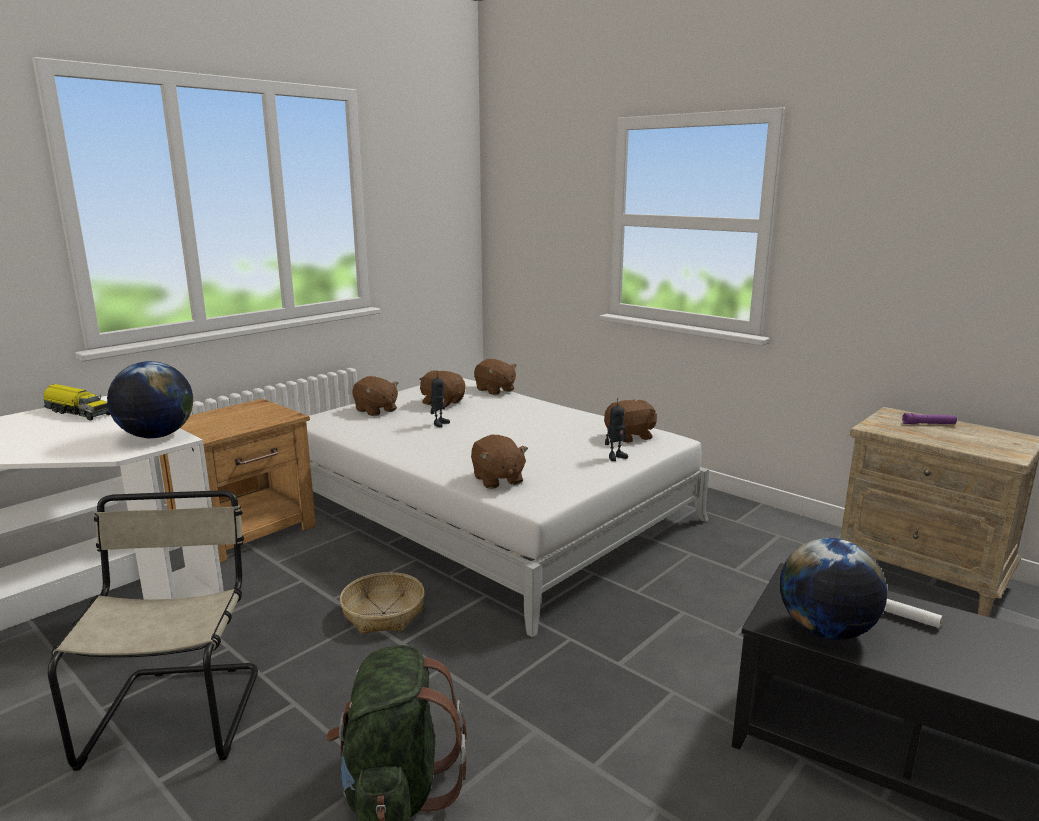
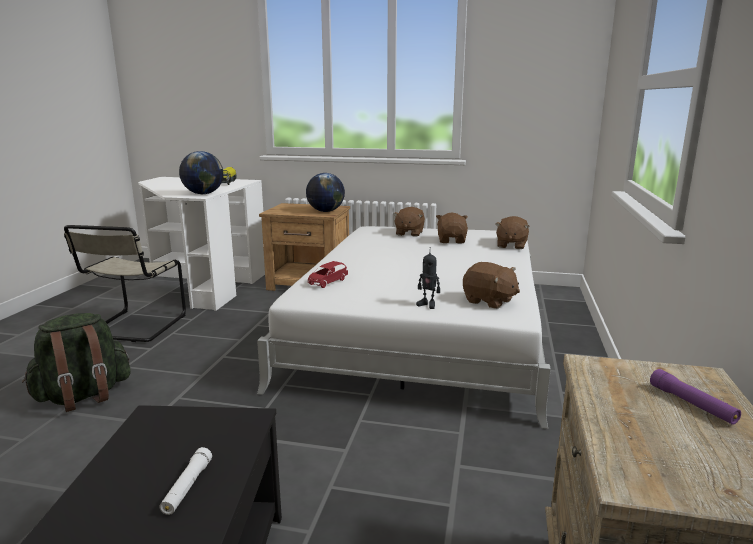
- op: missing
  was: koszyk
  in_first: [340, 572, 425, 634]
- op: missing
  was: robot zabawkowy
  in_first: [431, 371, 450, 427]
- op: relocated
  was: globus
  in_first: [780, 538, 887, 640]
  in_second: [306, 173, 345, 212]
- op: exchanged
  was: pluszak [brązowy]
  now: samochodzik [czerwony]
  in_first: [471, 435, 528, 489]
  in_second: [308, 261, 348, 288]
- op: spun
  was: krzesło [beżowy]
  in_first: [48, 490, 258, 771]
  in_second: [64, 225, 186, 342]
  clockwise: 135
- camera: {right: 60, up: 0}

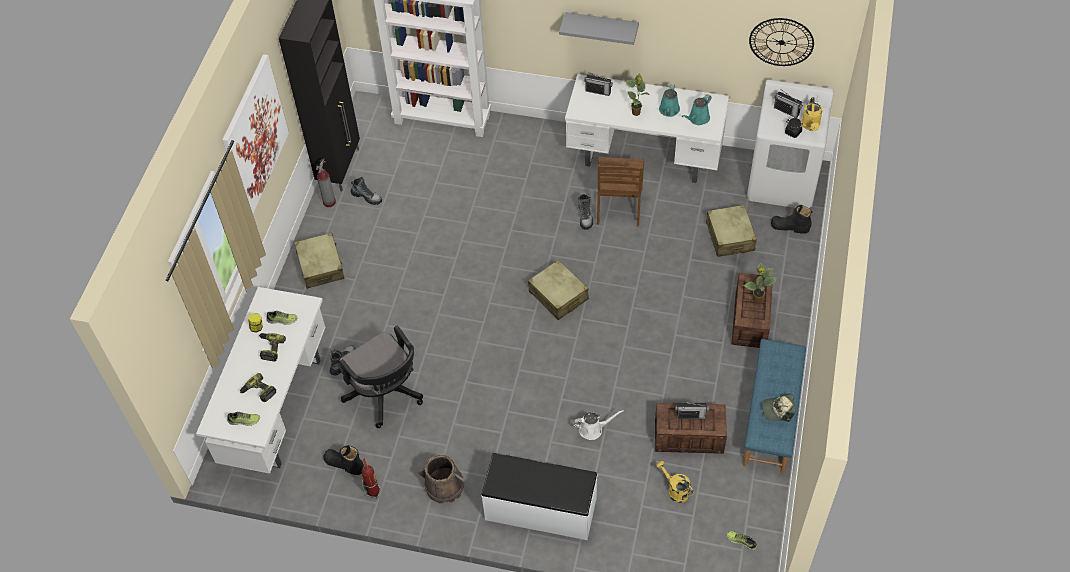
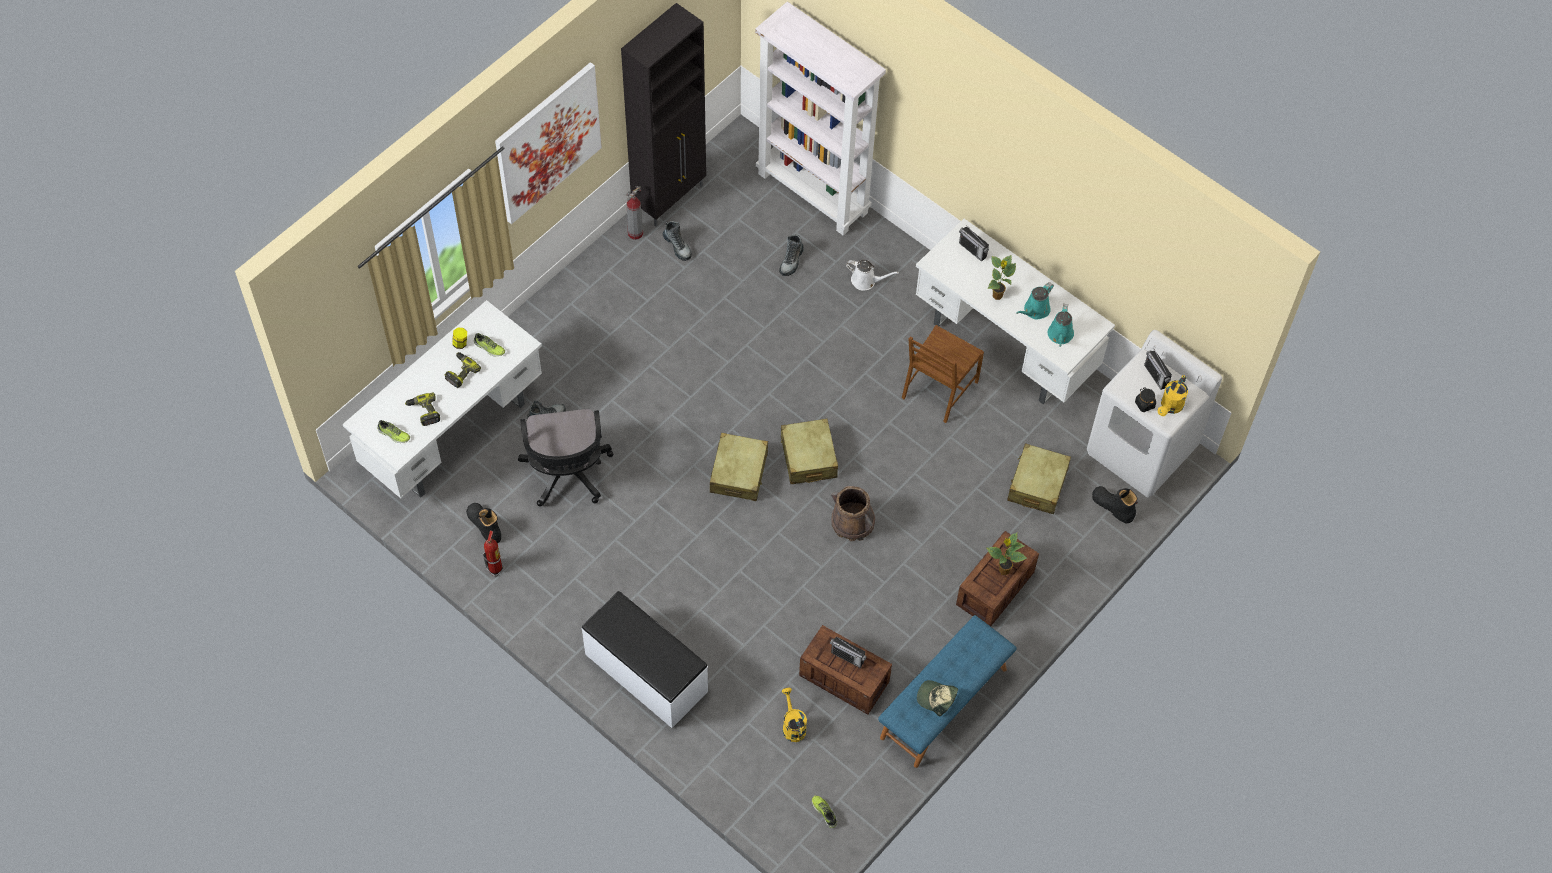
- op: missing
  was: półka [szary]
  in_first: [559, 12, 639, 45]
- op: missing
  was: zegar ścienny
  in_first: [749, 18, 814, 66]
- op: relocated
  was: walizka [beżowy]
  in_first: [294, 233, 345, 289]
  in_second: [710, 433, 768, 501]
- op: relocated
  was: wiadro [brązowy]
  in_first: [418, 455, 465, 503]
  in_second: [831, 486, 875, 541]
- op: relocated
  was: konewka [biały]
  in_first: [573, 410, 624, 440]
  in_second: [846, 260, 899, 291]
- op: relocated
  was: but z cholewką
  in_first: [578, 194, 593, 230]
  in_second: [779, 235, 804, 276]
- op: spun
  was: konewka [turkusowy]
  in_first: [682, 94, 712, 125]
  in_second: [1048, 304, 1074, 347]
  clockwise: -60
- camera: {right: 25, up: 5}

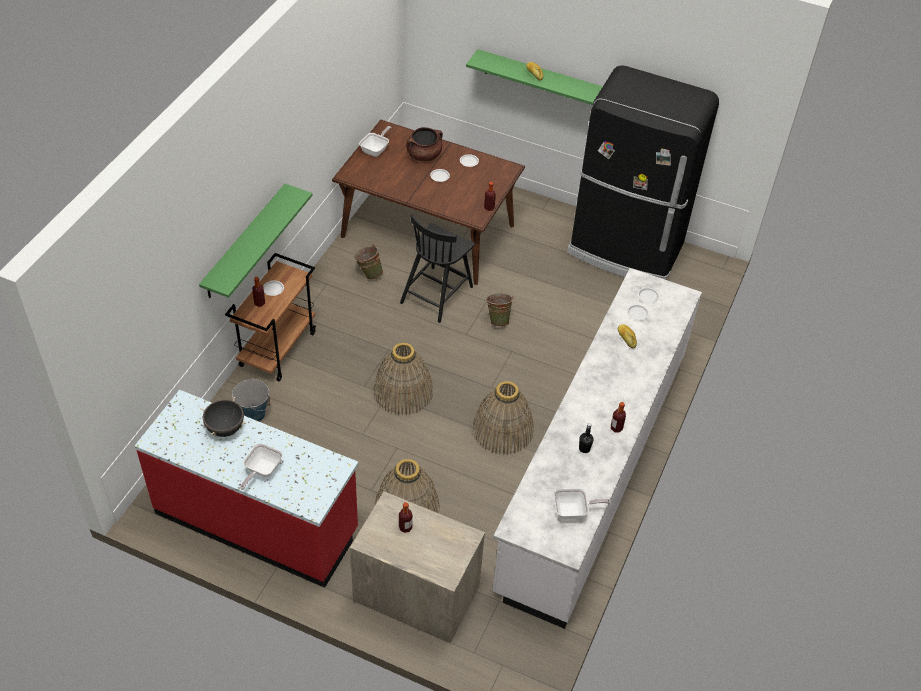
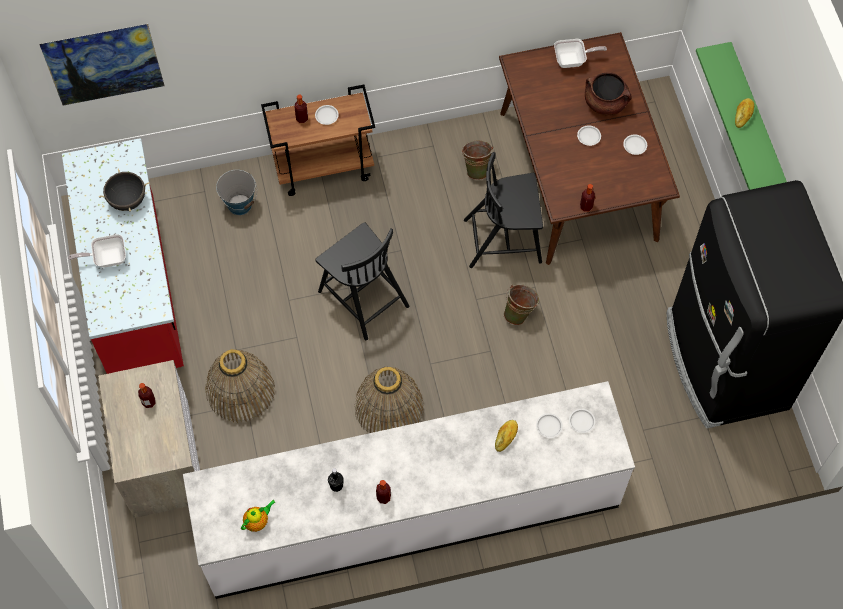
- op: missing
  was: półka [zielony]
  in_first: [199, 184, 312, 298]
- op: appeared
  now: obraz
  in_second: [39, 24, 165, 106]
- op: exchanged
  was: koszyk
  now: krzesło [czarny]
  in_first: [373, 343, 433, 415]
  in_second: [315, 222, 409, 340]
- op: exchanged
  was: patelnia
  now: imbryk
  in_first: [554, 488, 611, 519]
  in_second: [241, 500, 275, 532]
- camera: {right: 55, up: 15}

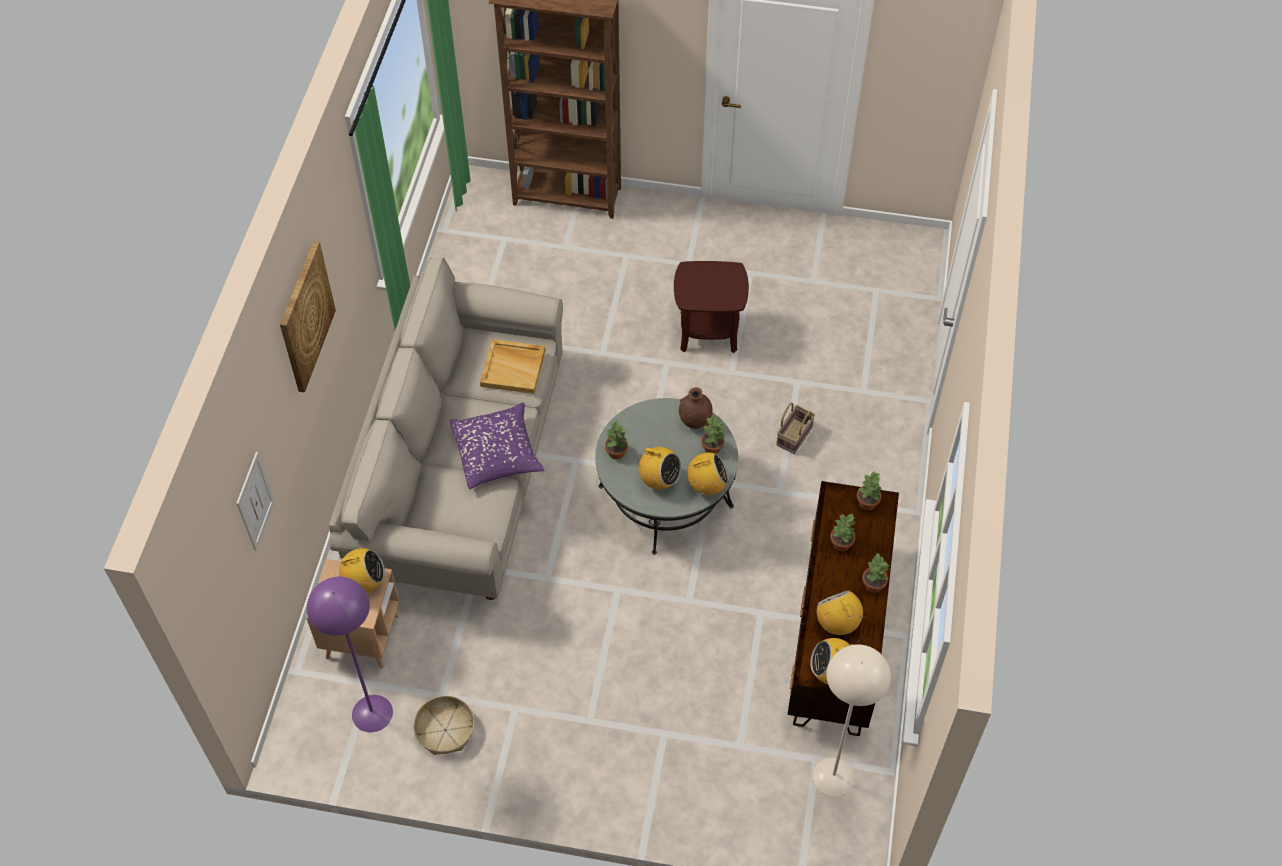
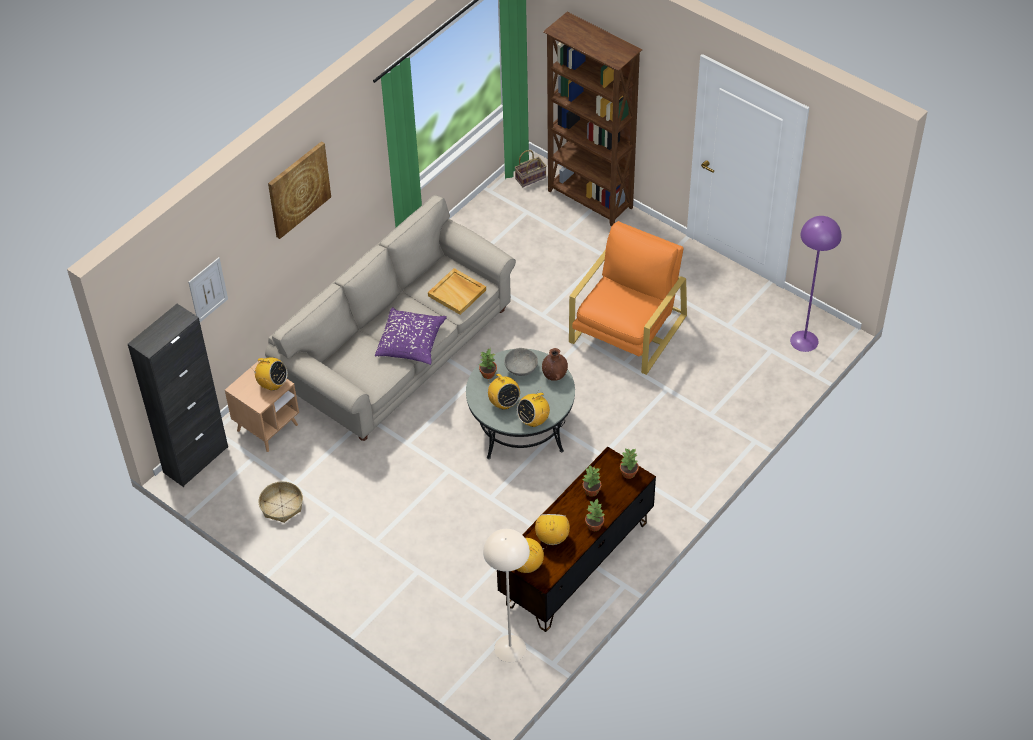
- op: missing
  was: roślina doniczkowa
  in_first: [701, 415, 726, 454]
- op: appeared
  now: szafka [czarny]
  in_second: [128, 304, 228, 487]
- op: appeared
  now: miska [szary]
  in_second: [504, 348, 538, 376]
- op: relocated
  was: lampa stojąca [fioletowy]
  in_first: [307, 577, 393, 732]
  in_second: [790, 216, 841, 352]
- op: relocated
  was: koszyk
  in_first: [776, 403, 815, 454]
  in_second: [515, 150, 546, 187]
- op: exchanged
  was: stolik [brązowy]
  now: fotel [pomarańczowy]
  in_first: [674, 261, 749, 353]
  in_second: [569, 221, 687, 375]
- op: spun
  was: radio
  in_first: [687, 452, 729, 495]
  in_second: [517, 389, 550, 427]
  clockwise: 120
- camera: {right: 30, up: -5}

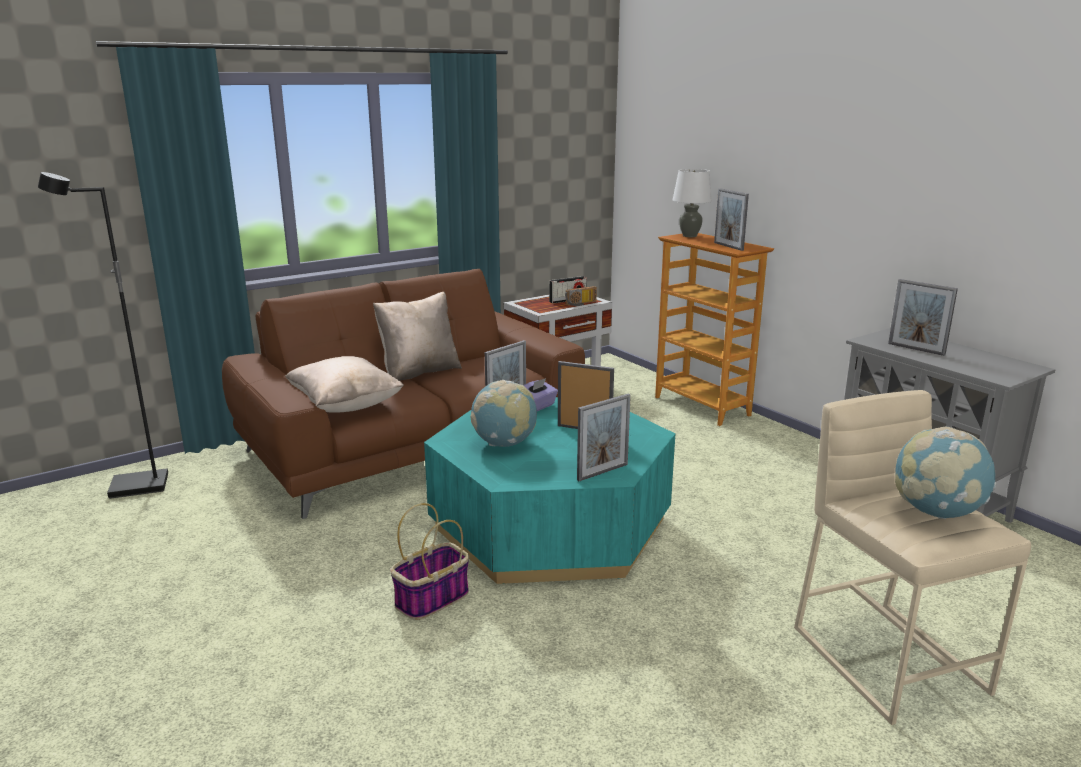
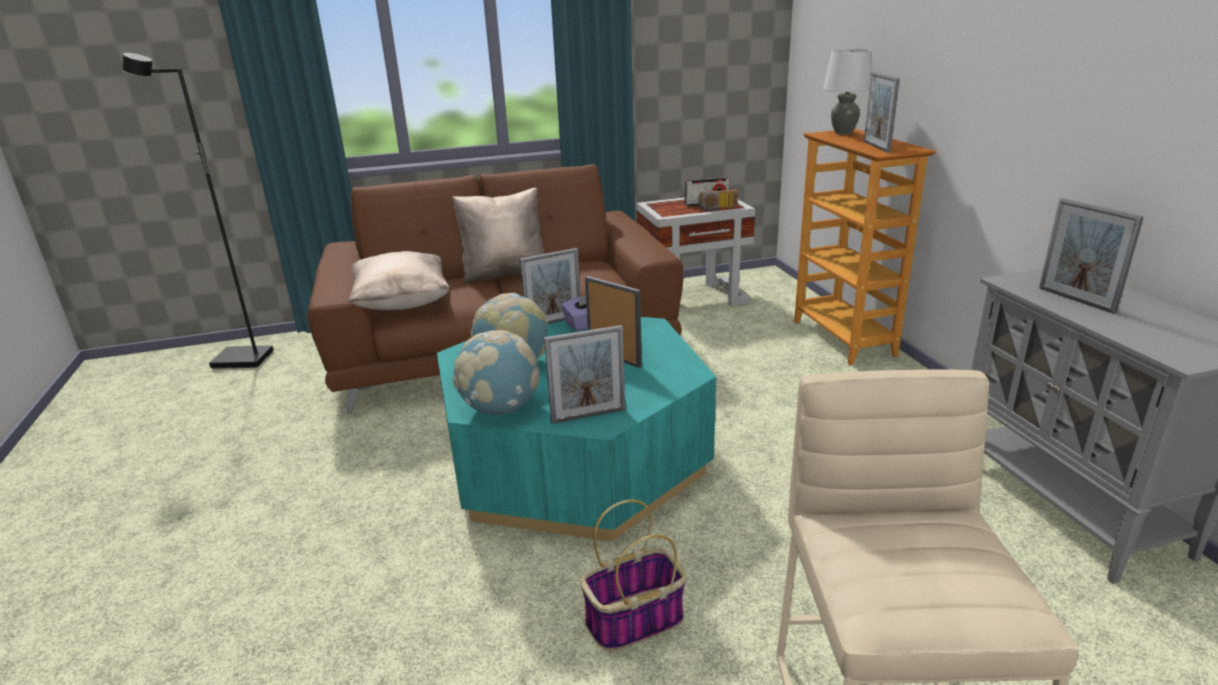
- op: relocated
  was: koszyk
  in_first: [390, 503, 469, 620]
  in_second: [580, 500, 687, 651]
- op: relocated
  was: globus
  in_first: [895, 427, 996, 519]
  in_second: [453, 330, 540, 416]
- camera: {right: 20, up: 5}

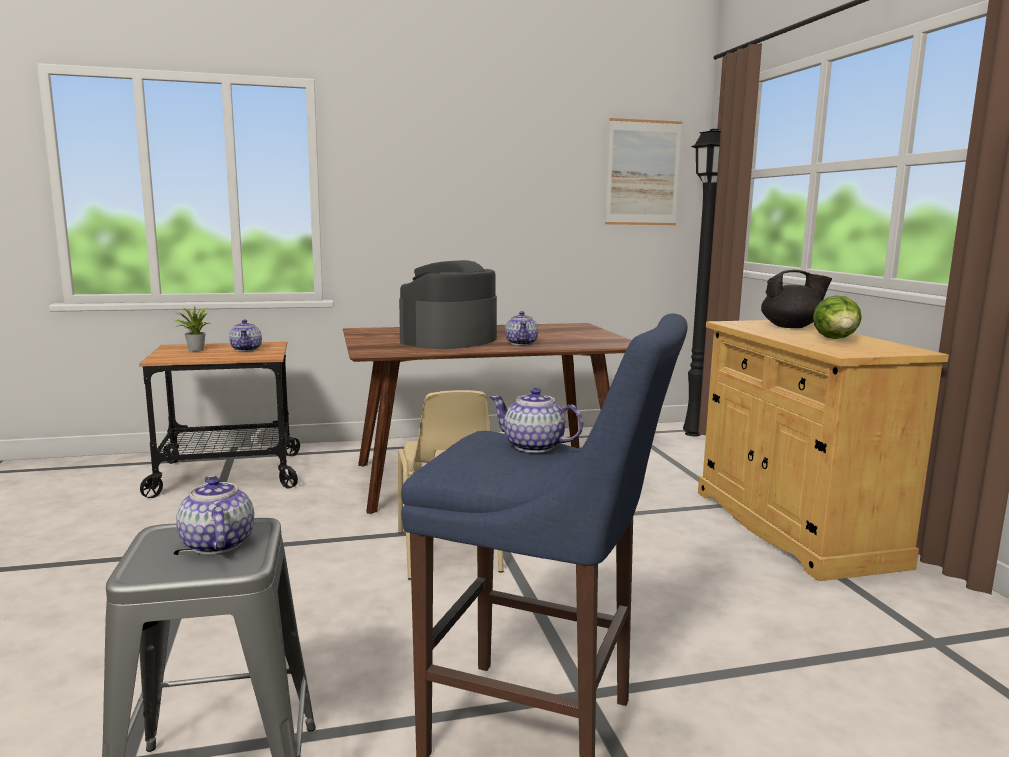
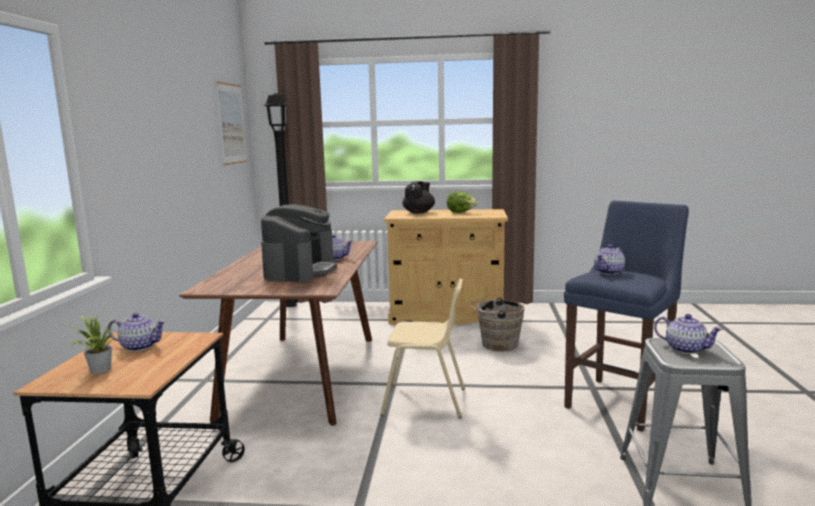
- op: appeared
  now: wiadro [brązowy]
  in_second: [471, 298, 525, 351]
- op: spun
  was: imbryk
  in_first: [176, 475, 254, 554]
  in_second: [654, 314, 723, 354]
  clockwise: -135
- op: spun
  was: ekspres do kawy
  in_first: [399, 260, 497, 349]
  in_second: [261, 204, 337, 282]
  clockwise: -135
- camera: {right: -70, up: 0}

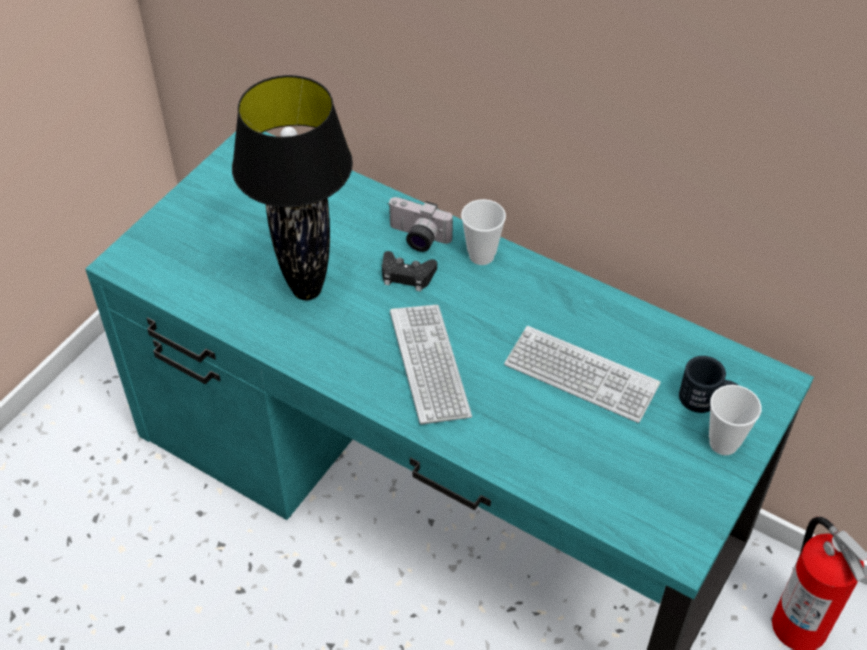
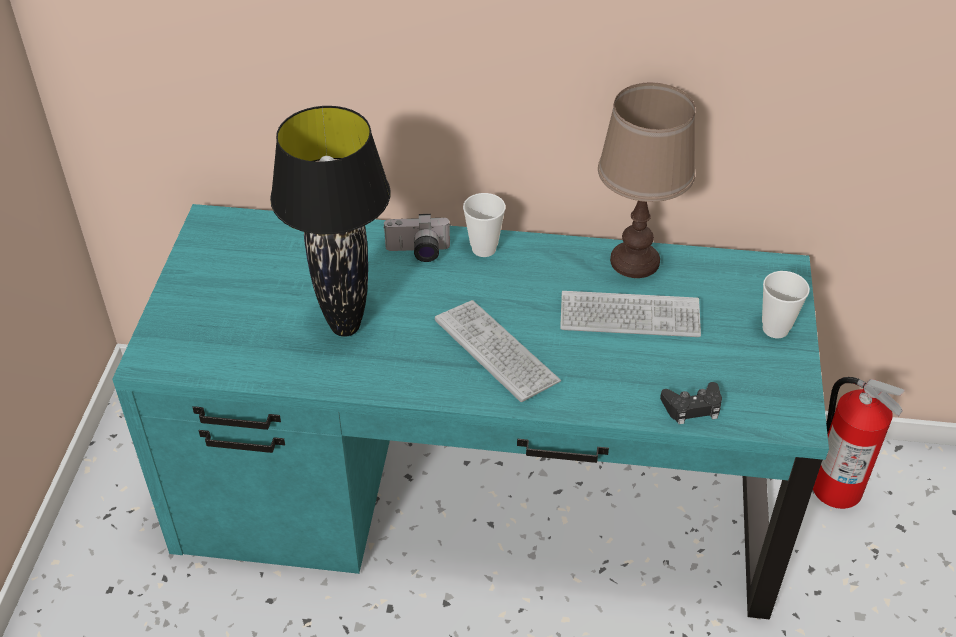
- op: missing
  was: kubek [czarny]
  in_first: [679, 356, 738, 413]
- op: appeared
  now: lampa stołowa [brązowy]
  in_second: [598, 82, 695, 278]
- op: relocated
  was: pad do gier [czarny]
  in_first: [382, 251, 437, 292]
  in_second: [660, 382, 722, 424]
- camera: {right: -25, up: -5}

